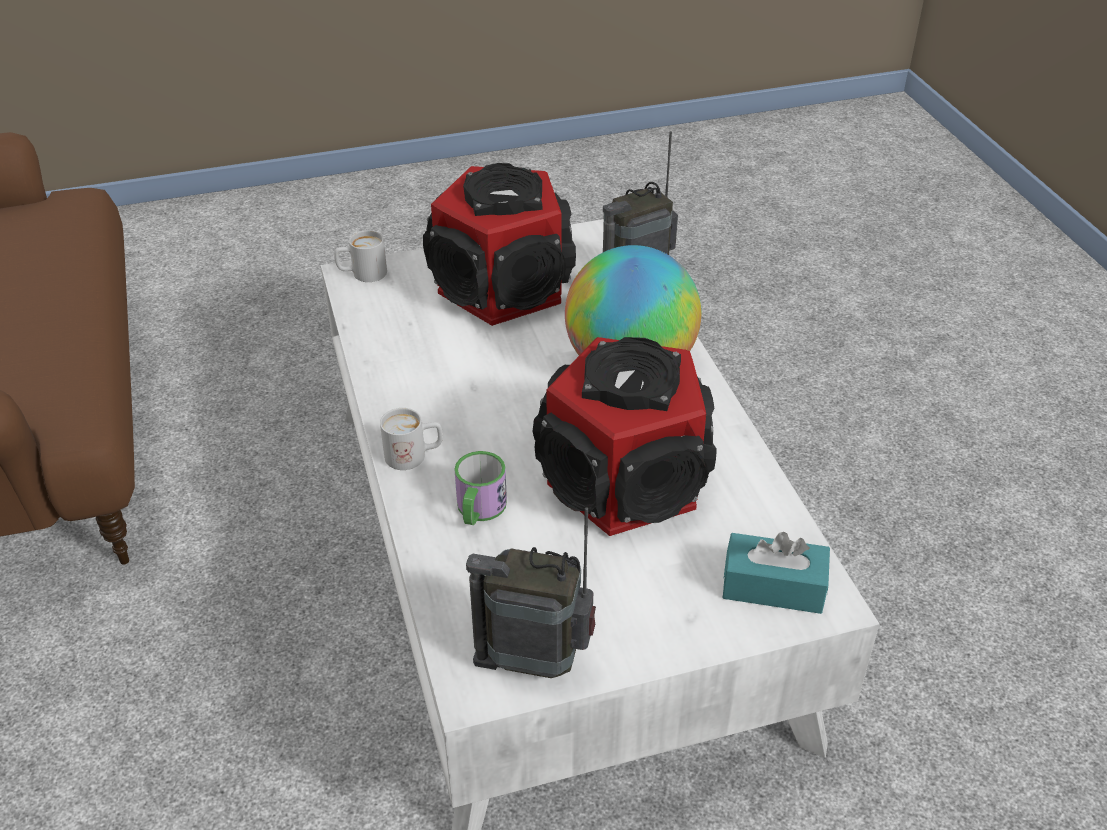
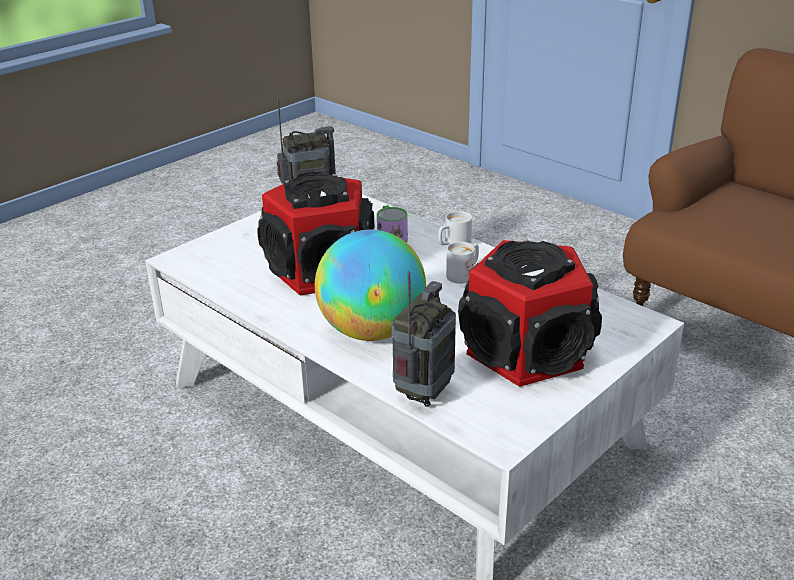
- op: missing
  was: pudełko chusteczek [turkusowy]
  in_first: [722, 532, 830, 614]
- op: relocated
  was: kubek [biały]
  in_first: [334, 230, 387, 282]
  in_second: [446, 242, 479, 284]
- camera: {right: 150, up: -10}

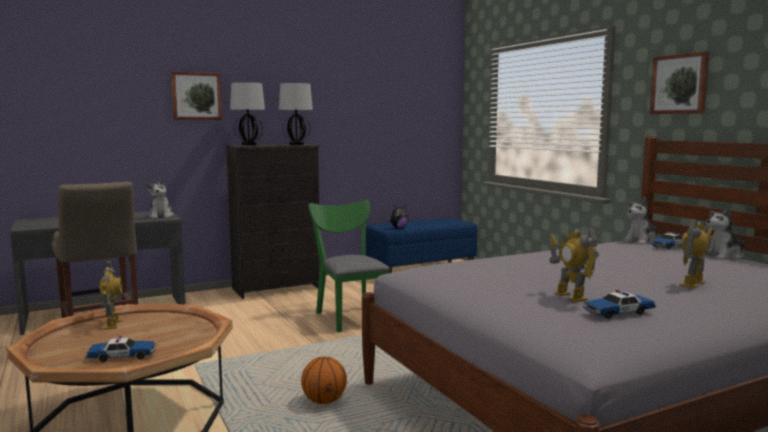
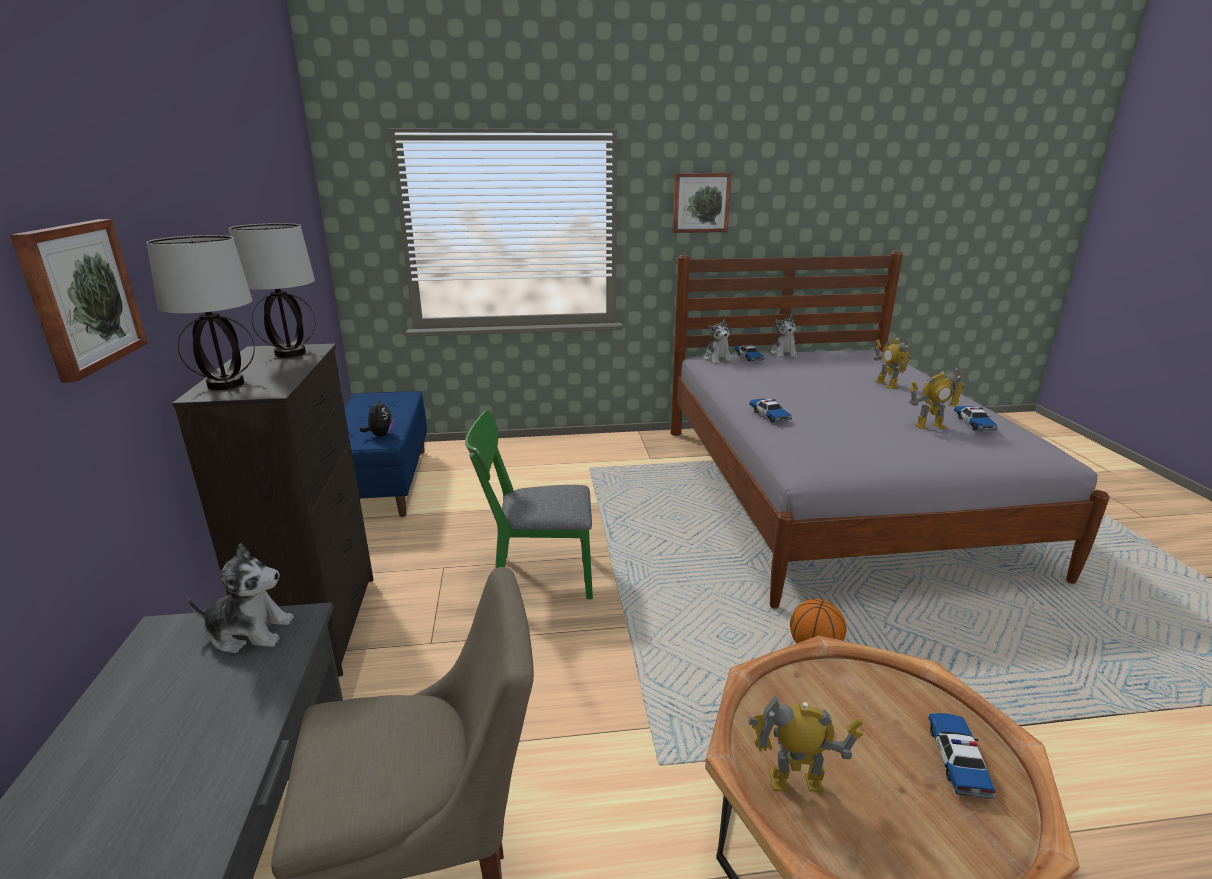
- op: appeared
  now: samochodzik
  in_second: [749, 398, 792, 422]
- camera: {right: -70, up: 15}

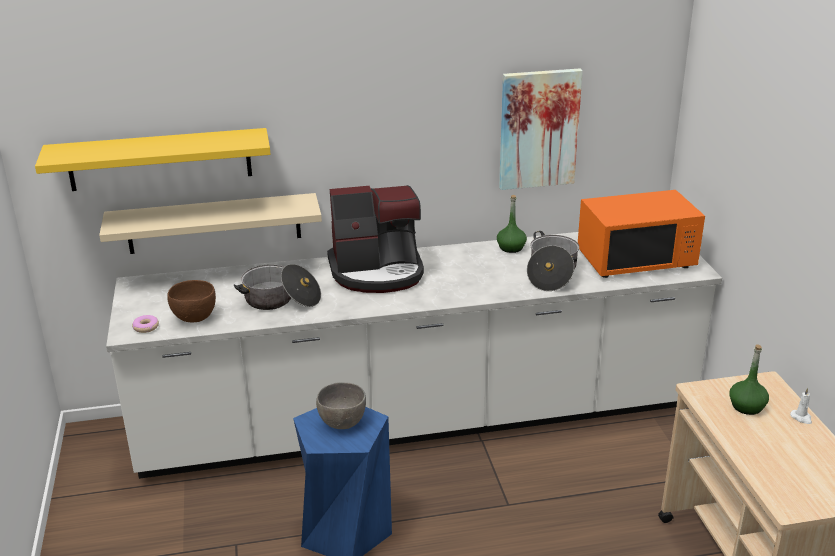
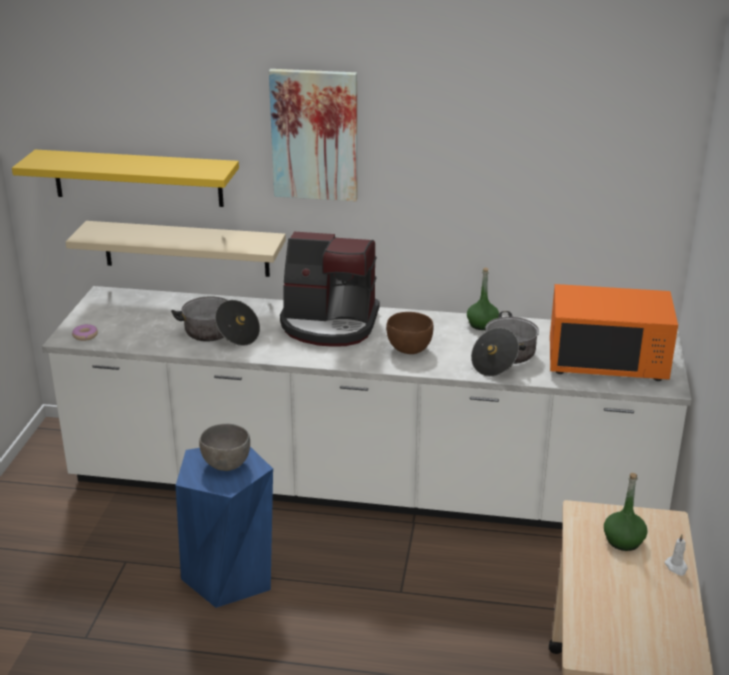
- op: relocated
  was: miska [brązowy]
  in_first: [167, 280, 216, 322]
  in_second: [386, 312, 434, 354]
- op: relocated
  was: obraz
  in_first: [499, 68, 583, 190]
  in_second: [269, 69, 358, 202]
- camera: {right: 20, up: 0}

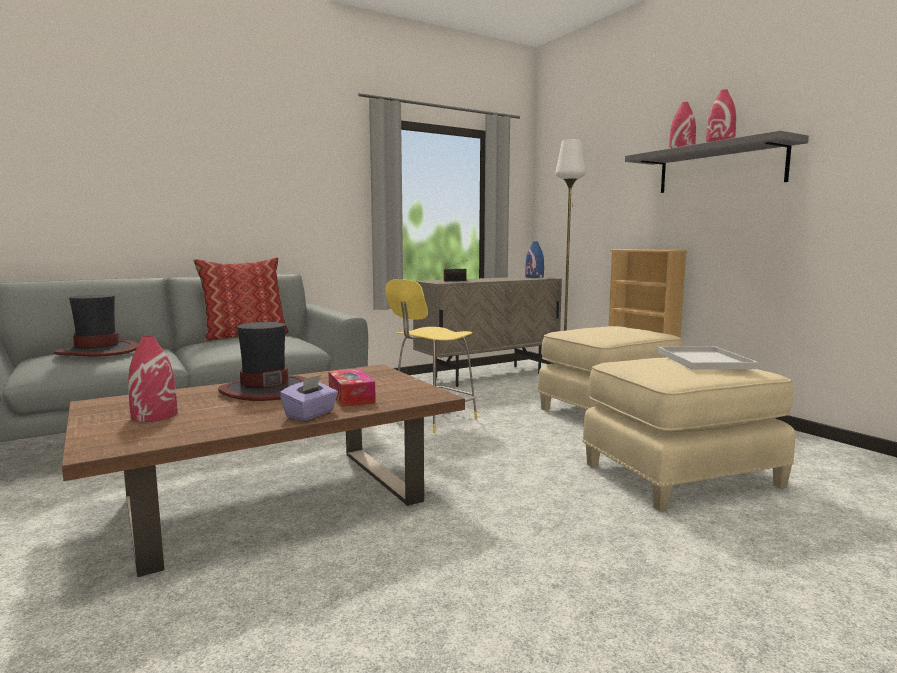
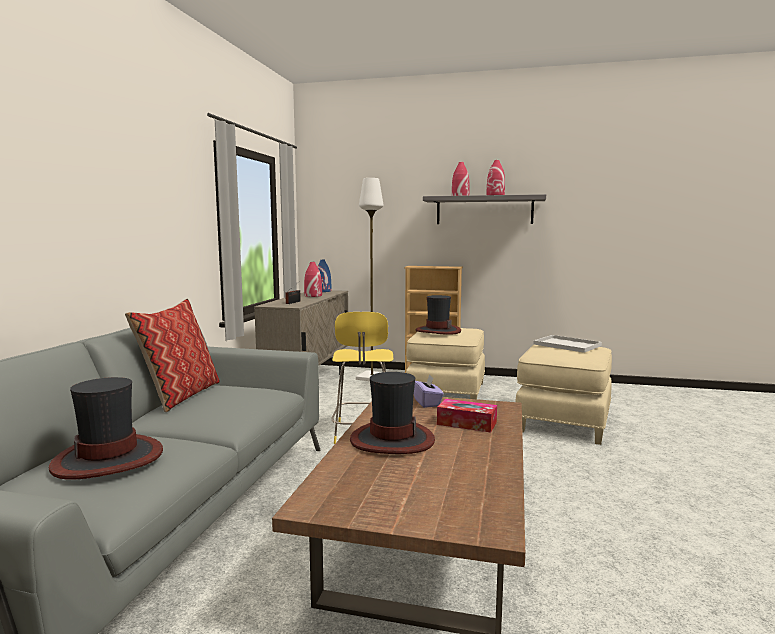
- op: appeared
  now: kapelusz
  in_second: [416, 295, 461, 335]
- op: relocated
  was: wazon [czerwony]
  in_first: [128, 336, 178, 422]
  in_second: [304, 262, 322, 297]
- op: relocated
  was: pudełko chusteczek [fioletowy]
  in_first: [280, 375, 338, 421]
  in_second: [414, 374, 444, 408]
- camera: {right: -45, up: 0}

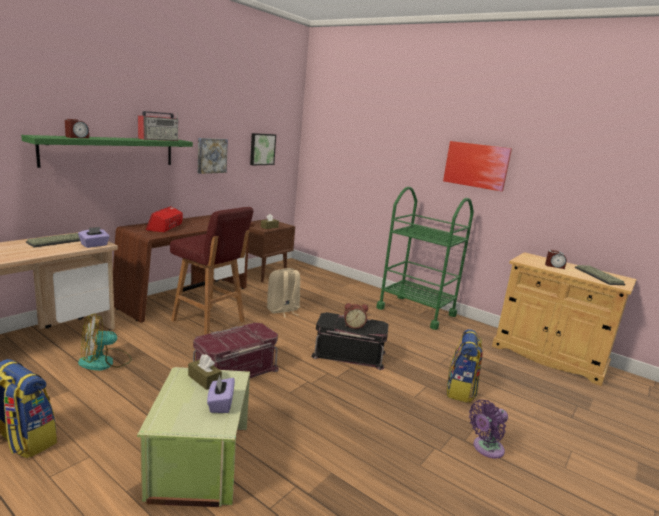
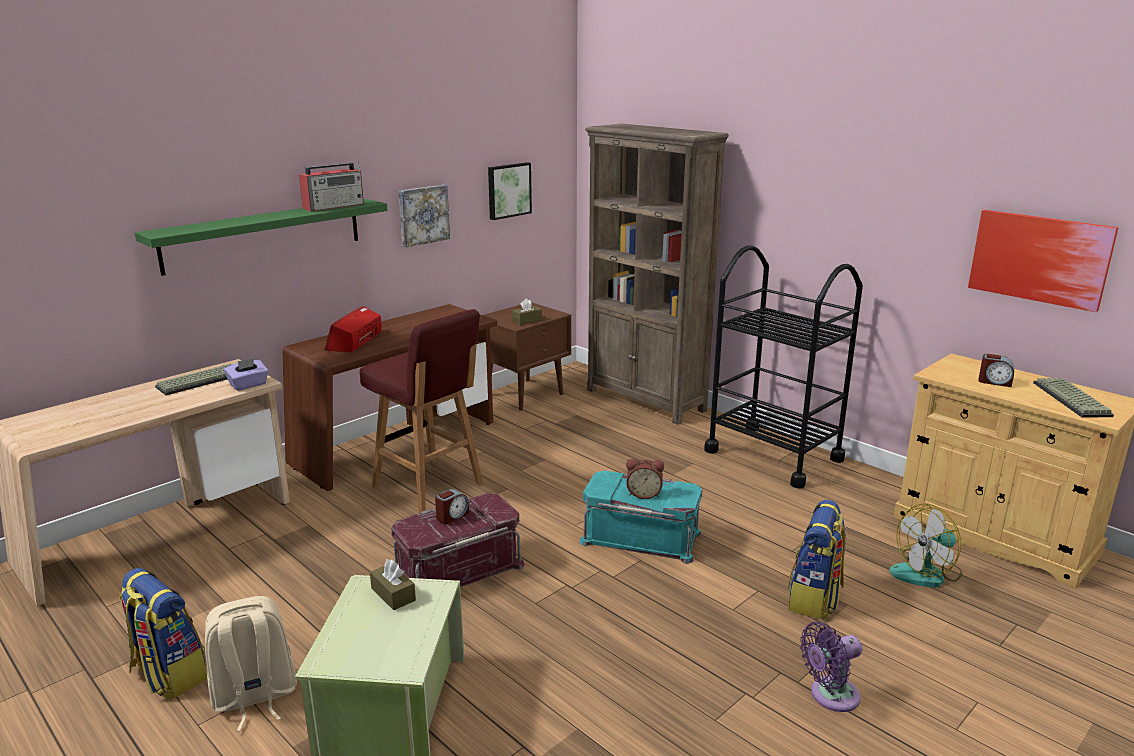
- op: missing
  was: pudełko chusteczek [fioletowy]
  in_first: [207, 375, 235, 413]
- op: appeared
  now: regał [brązowy]
  in_second: [585, 124, 729, 425]
- op: relocated
  was: budzik
  in_first: [65, 119, 89, 138]
  in_second: [435, 489, 469, 524]
- op: relocated
  was: wentylator
  in_first: [78, 313, 132, 371]
  in_second: [889, 504, 962, 588]
- op: relocated
  was: plecak [beżowy]
  in_first: [267, 268, 300, 318]
  in_second: [205, 596, 297, 731]
- op: relocated
  was: obraz
  in_first: [443, 141, 512, 191]
  in_second: [968, 210, 1119, 312]
- op: colour
  was: pojemnik do przechowywania [czarny]
  now: pojemnik do przechowywania [turkusowy]
  in_first: [311, 312, 389, 370]
  in_second: [579, 471, 702, 564]
- op: colour
  was: wózek [zielony]
  now: wózek [czarny]
  in_first: [376, 187, 474, 330]
  in_second: [704, 245, 863, 489]
- camera: {right: 10, up: 5}

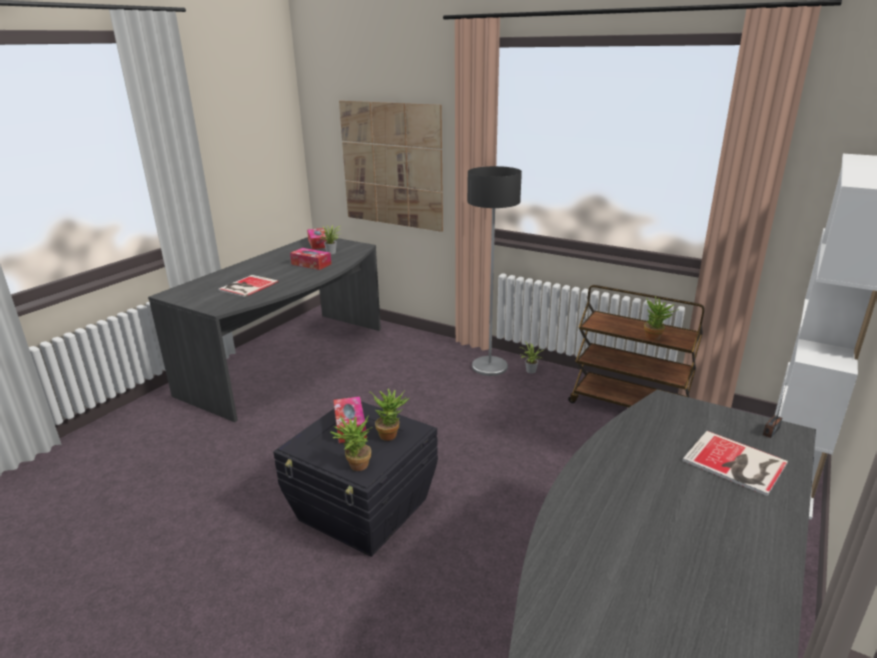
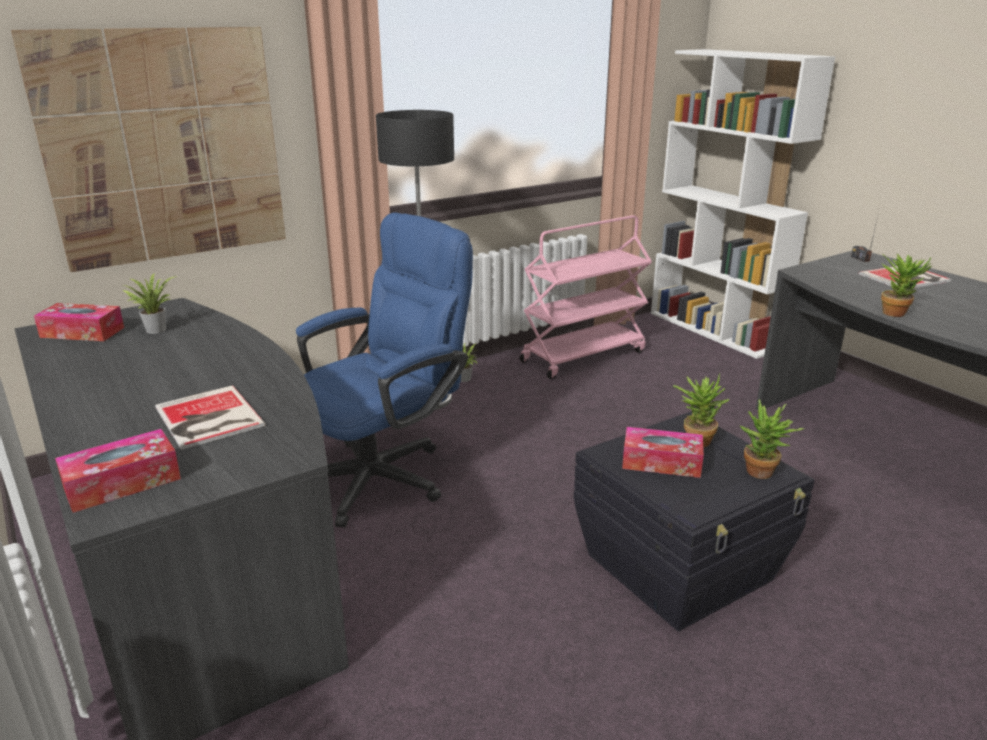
- op: appeared
  now: krzesło biurowe [niebieski]
  in_second: [296, 212, 473, 528]
- op: relocated
  was: pudełko chusteczek
  in_first: [290, 248, 331, 270]
  in_second: [55, 429, 181, 513]
- op: relocated
  was: roślina doniczkowa
  in_first: [644, 296, 679, 340]
  in_second: [881, 254, 932, 317]
- op: colour
  was: wózek [brązowy]
  now: wózek [różowy]
  in_first: [568, 285, 704, 407]
  in_second: [519, 215, 652, 379]
- camera: {right: -65, up: 0}

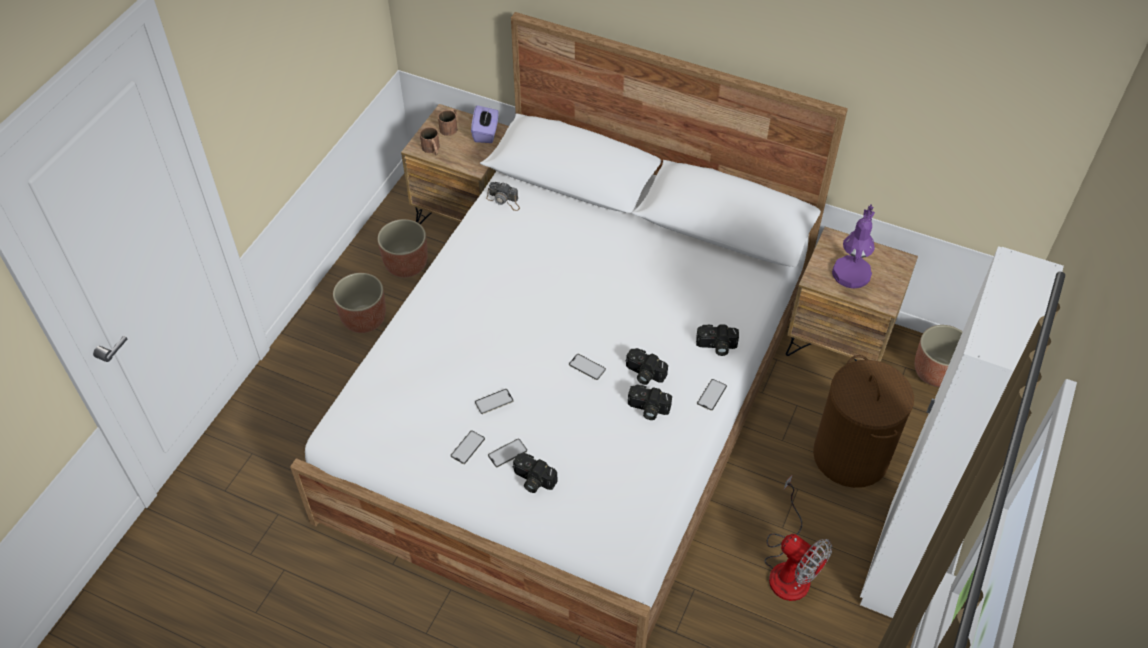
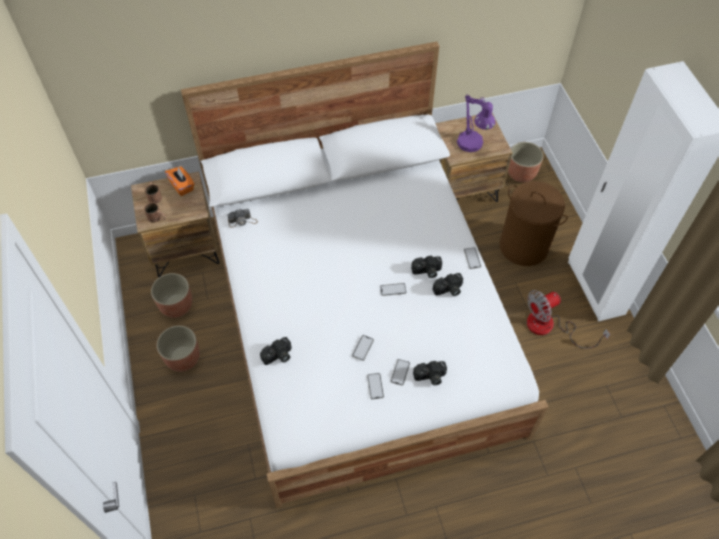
- op: relocated
  was: aparat fotograficzny
  in_first: [696, 324, 739, 356]
  in_second: [260, 337, 292, 365]
- op: colour
  was: pudełko chusteczek [fioletowy]
  now: pudełko chusteczek [pomarańczowy]
  in_first: [471, 105, 499, 143]
  in_second: [165, 166, 194, 196]
- op: spun
  was: wentylator
  in_first: [765, 475, 832, 601]
  in_second: [527, 290, 610, 349]
  clockwise: 150
- camera: {right: -40, up: 5}

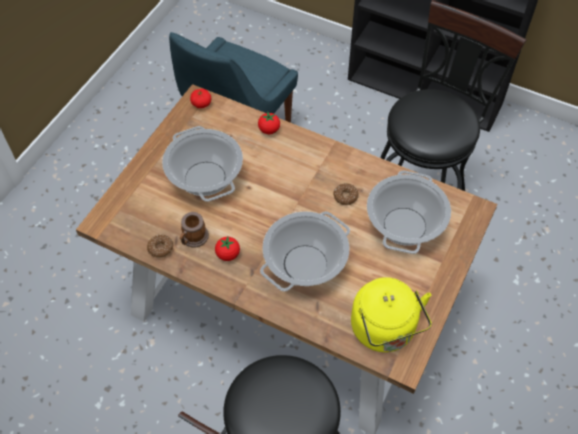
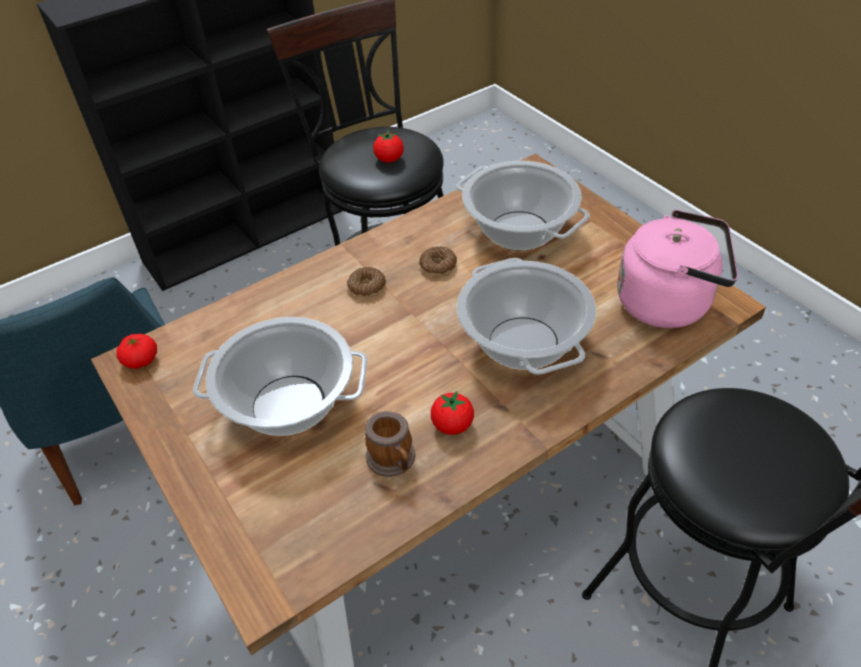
- op: relocated
  was: donut
  in_first: [147, 235, 173, 258]
  in_second: [347, 267, 386, 298]
- op: relocated
  was: pomidor
  in_first: [258, 112, 280, 134]
  in_second: [373, 130, 404, 163]
- op: colour
  was: czajnik [żółty]
  now: czajnik [różowy]
  in_first: [351, 277, 432, 352]
  in_second: [617, 210, 738, 328]
- camera: {right: -60, up: -10}

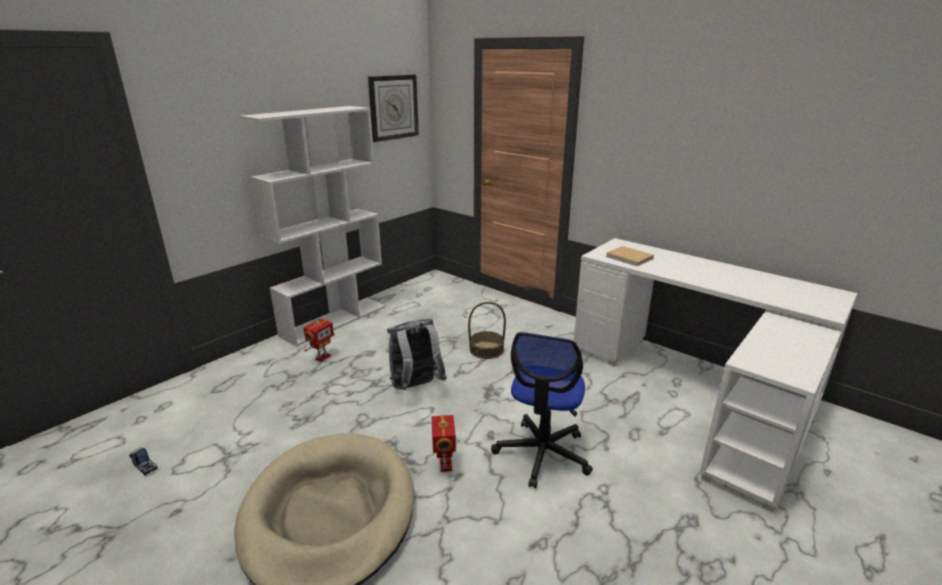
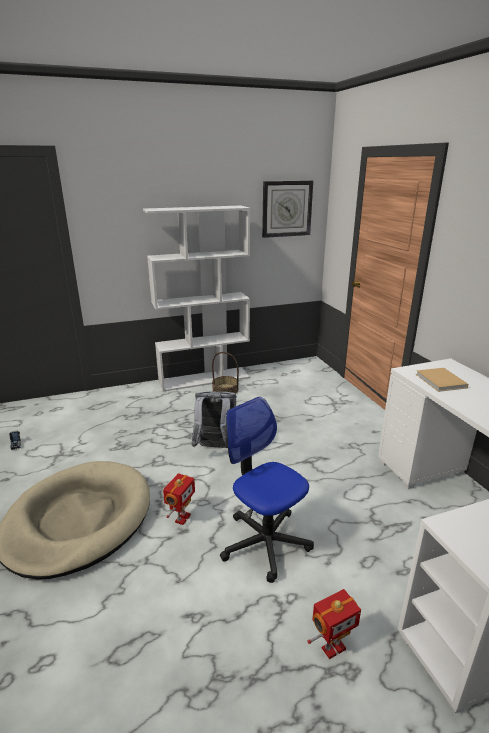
- op: relocated
  was: robot zabawkowy
  in_first: [303, 319, 335, 362]
  in_second: [307, 589, 361, 659]
- op: relocated
  was: koszyk
  in_first: [468, 302, 506, 359]
  in_second: [212, 352, 239, 393]
- op: spun
  was: krzesło biurowe
  in_first: [491, 332, 593, 488]
  in_second: [220, 397, 314, 583]
  clockwise: 90
- camera: {right: 30, up: 0}

